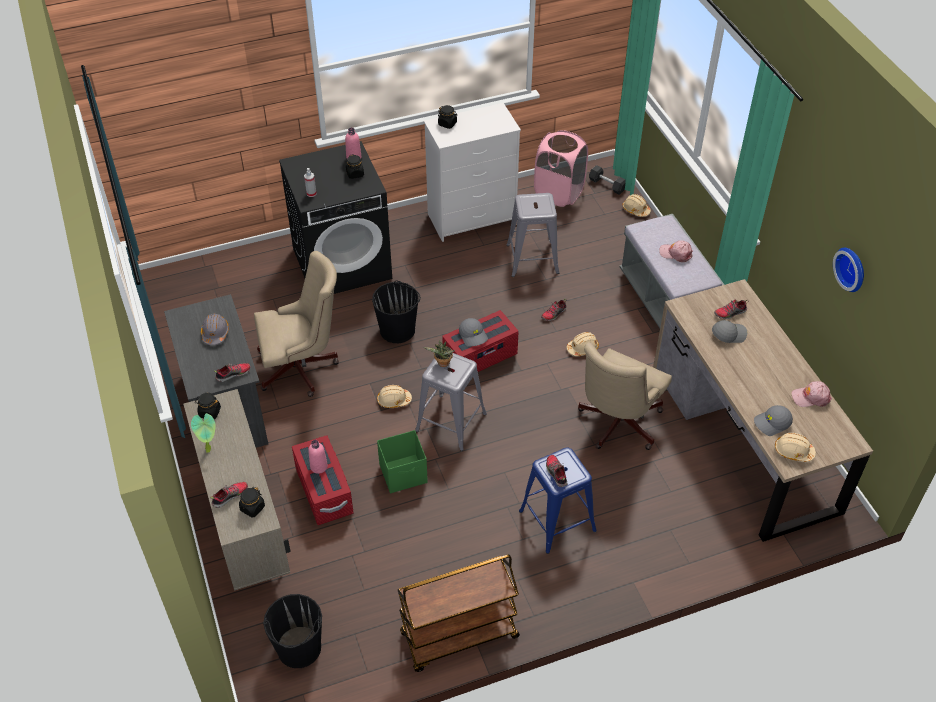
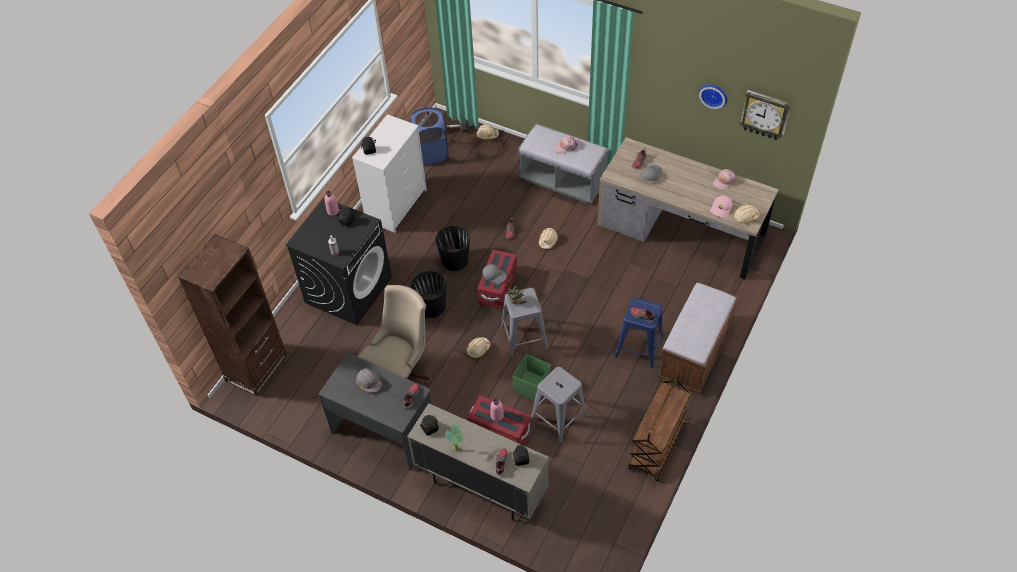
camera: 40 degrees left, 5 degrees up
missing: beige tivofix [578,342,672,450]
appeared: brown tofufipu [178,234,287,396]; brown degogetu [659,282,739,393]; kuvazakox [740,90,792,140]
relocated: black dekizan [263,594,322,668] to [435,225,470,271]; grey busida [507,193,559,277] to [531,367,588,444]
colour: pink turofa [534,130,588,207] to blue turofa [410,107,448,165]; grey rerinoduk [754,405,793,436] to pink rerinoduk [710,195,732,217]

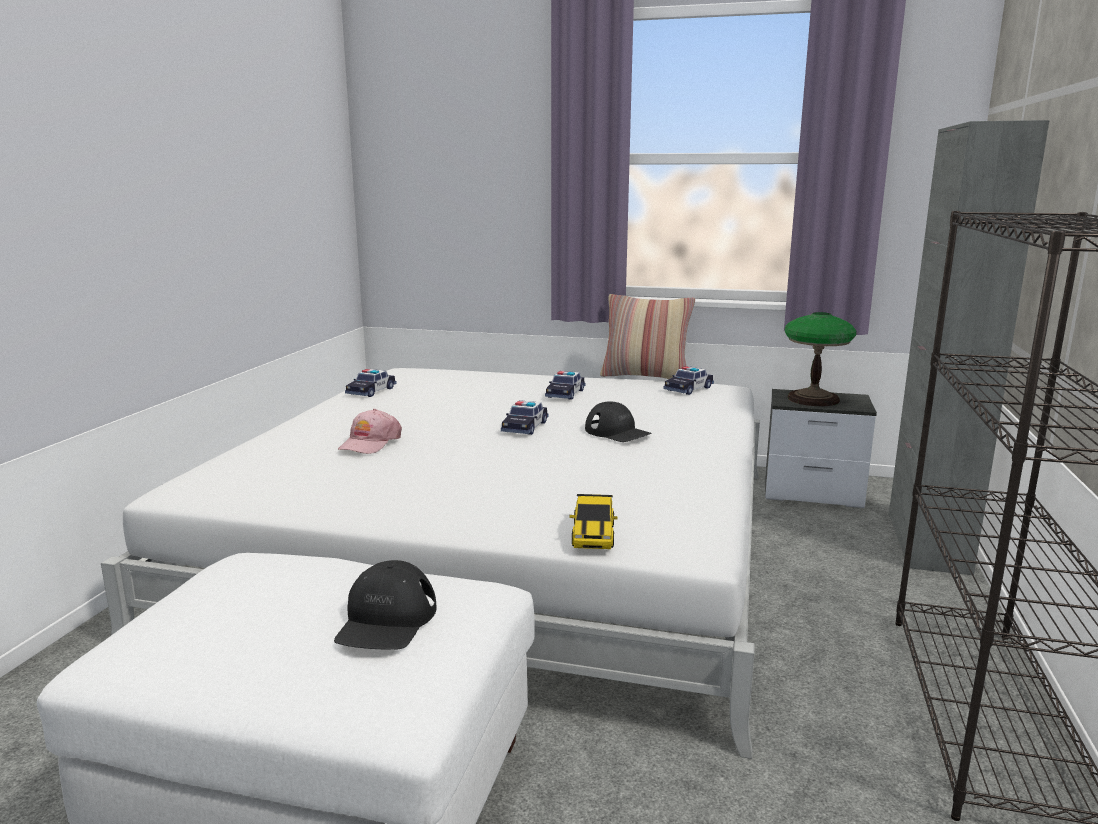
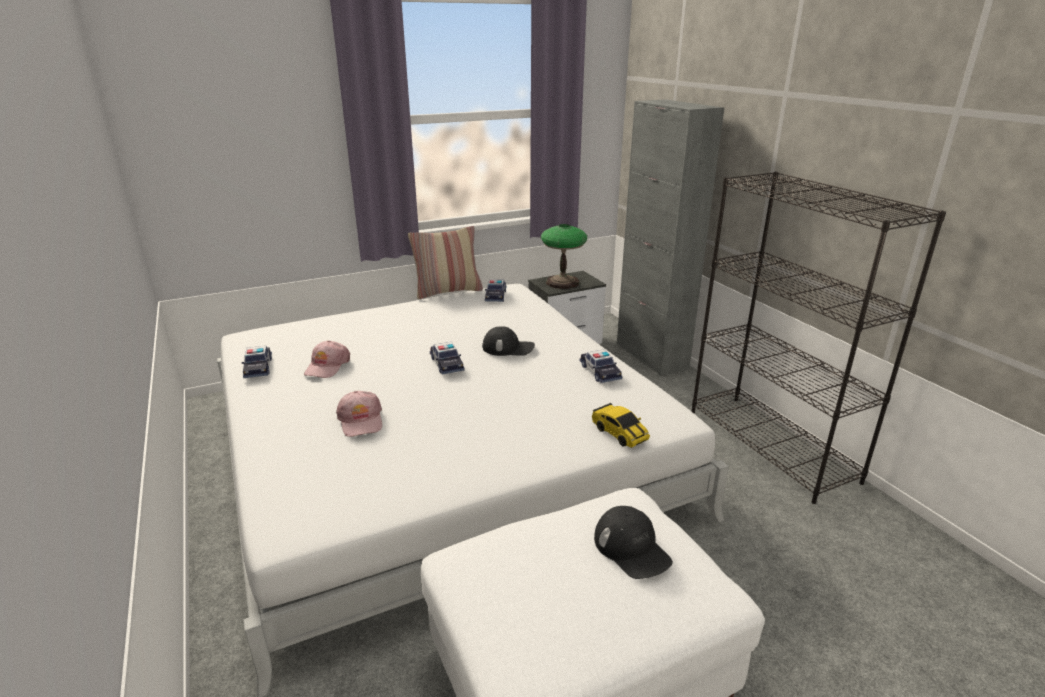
camera: 40 degrees left, 10 degrees up
appeared: pink rerinoduk [304,341,350,378]
relocated: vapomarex [545,371,586,400] to [580,349,622,383]

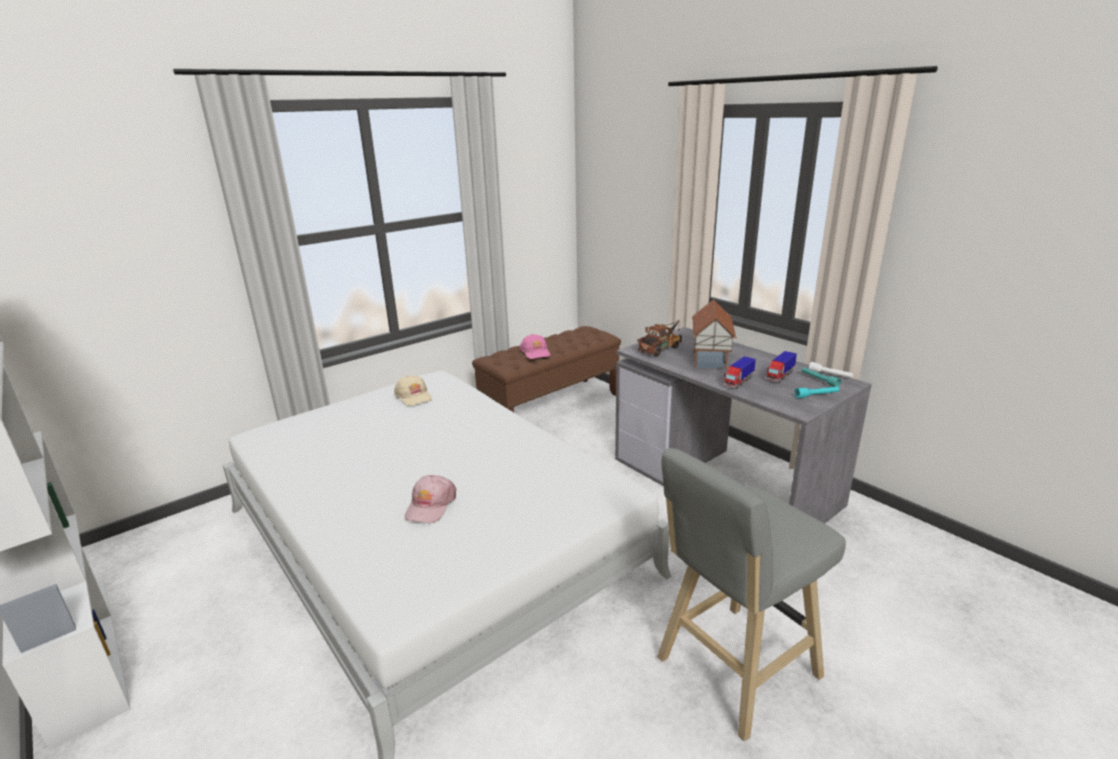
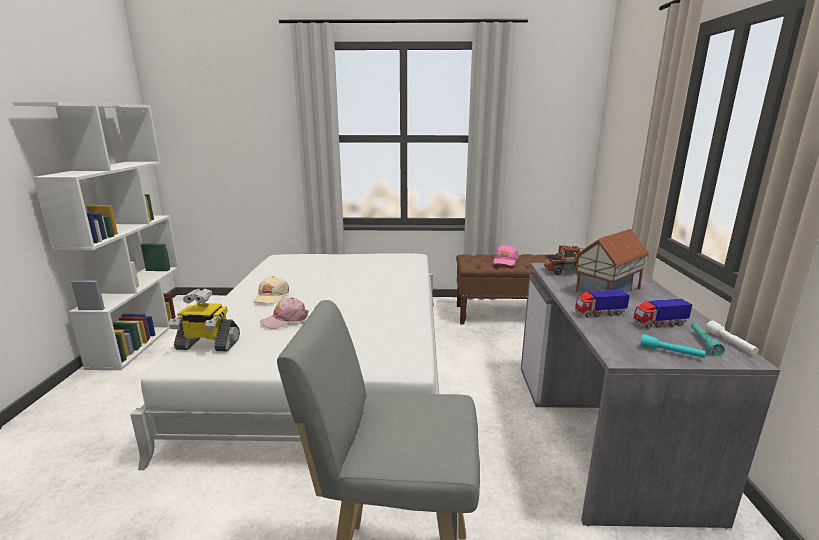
camera: 40 degrees right, 5 degrees down
appeared: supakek [169,289,240,351]
relocated: beige rerinoduk [394,375,432,406] to [253,276,289,304]

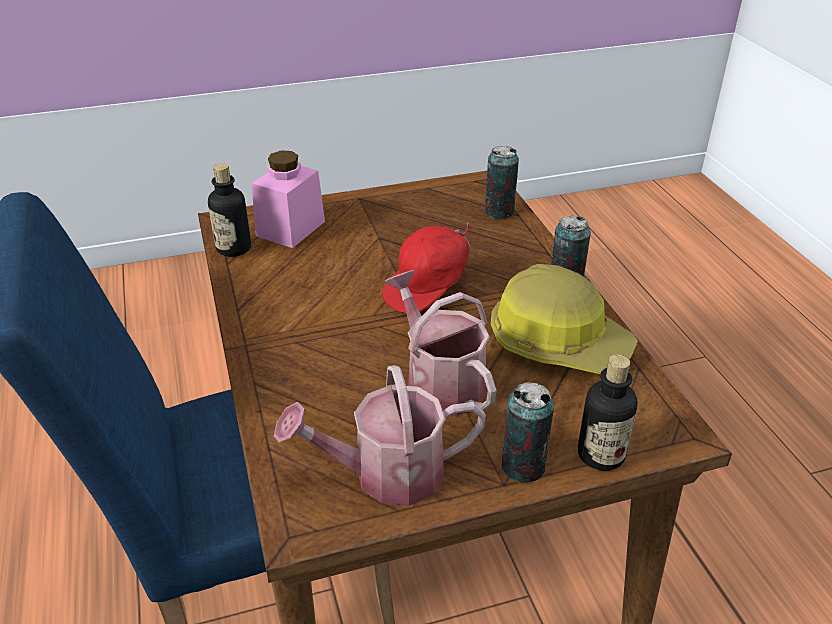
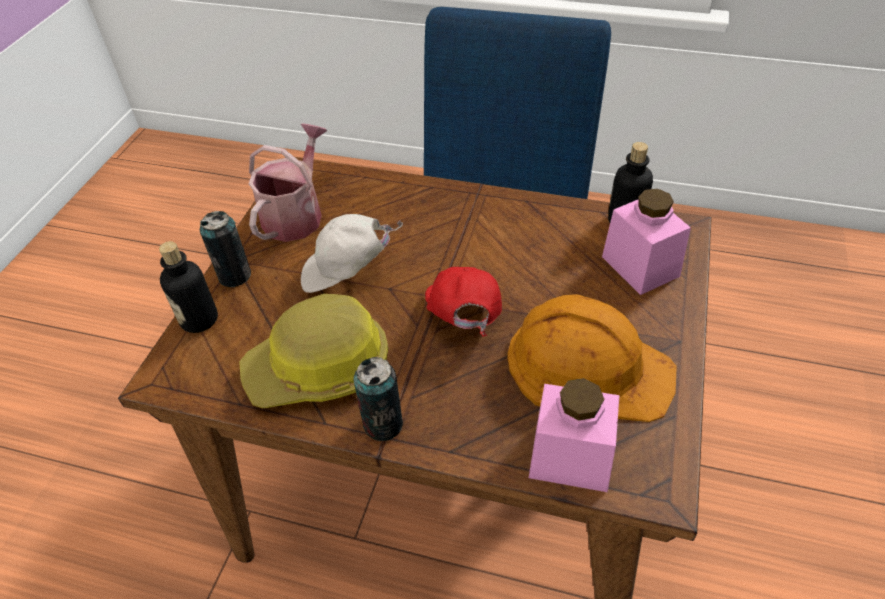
camera: 125 degrees right, 10 degrees up
appeared: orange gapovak [507,294,677,422]
exchanged: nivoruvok [384,270,496,416] to white rerinoduk [301,214,403,293]; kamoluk [485,146,519,219] to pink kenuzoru [529,378,619,492]

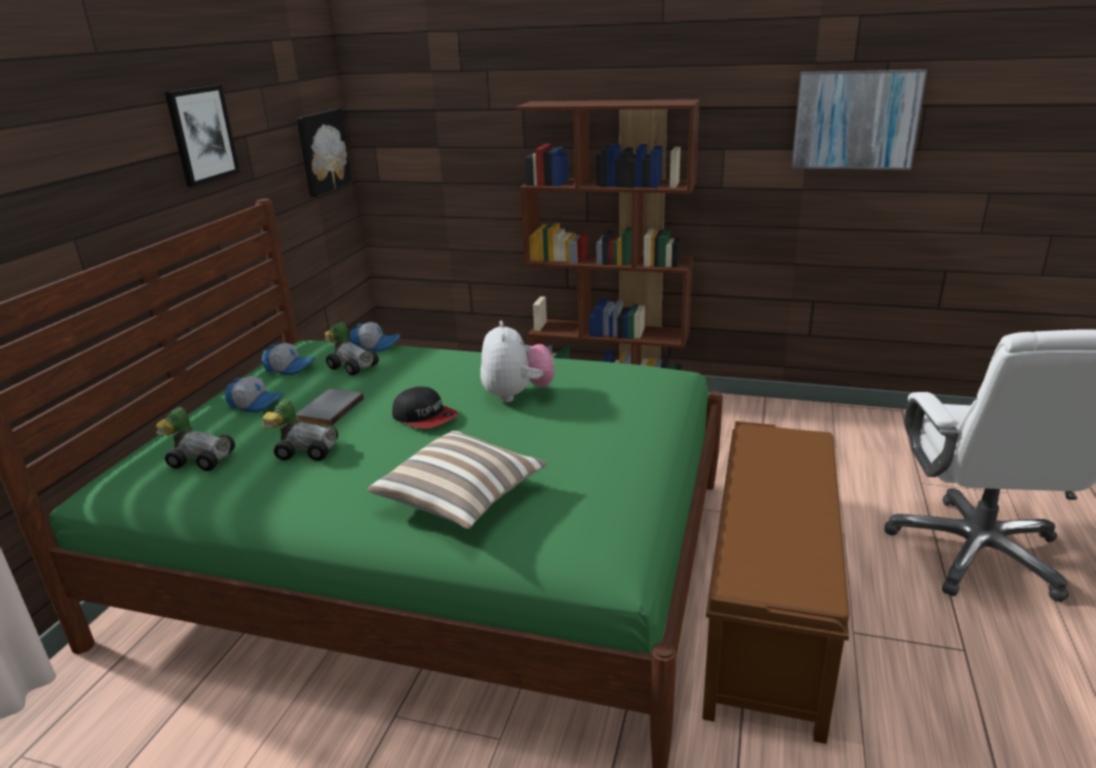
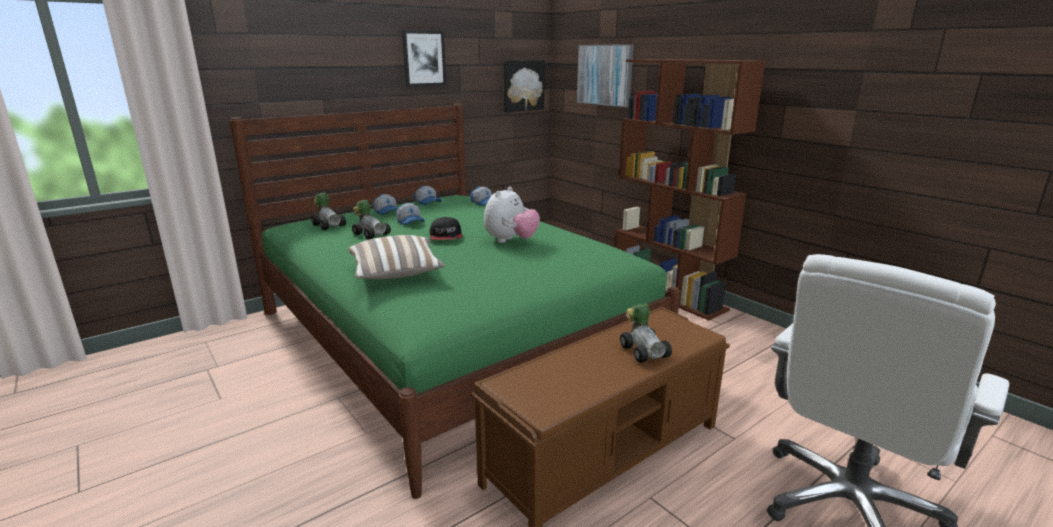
camera: 35 degrees right, 5 degrees down
relocated: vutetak [791,69,927,170] to [577,44,634,107]; vapomarex [325,322,379,376] to [620,304,672,363]
exchanged: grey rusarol [296,389,364,426] to rerinoduk [396,203,425,225]

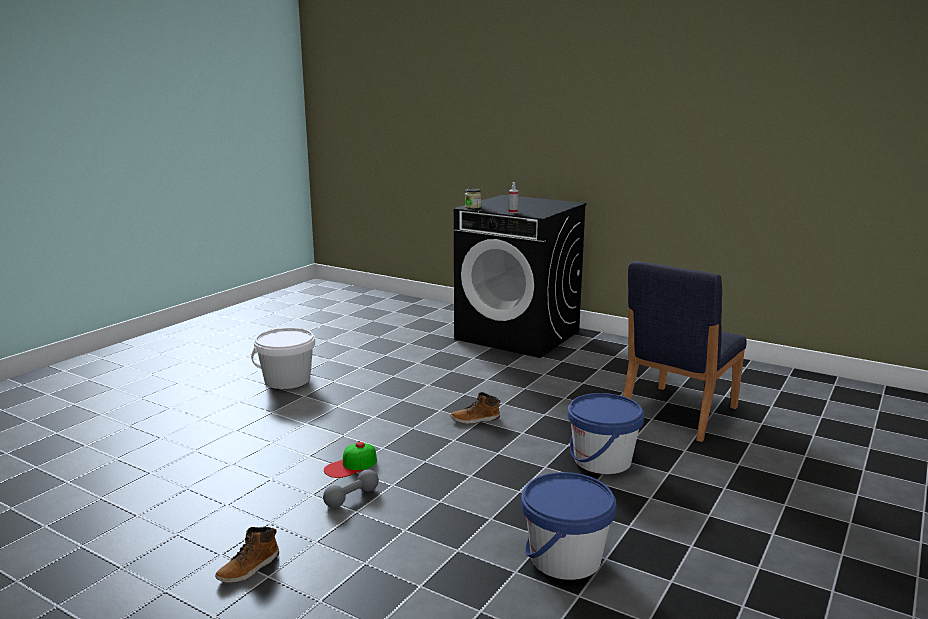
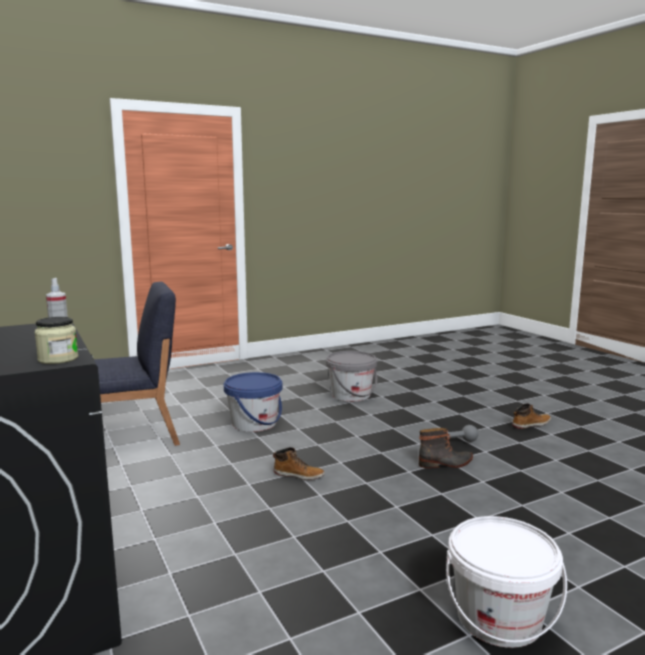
camera: 150 degrees left, 5 degrees down
exchanged: rerinoduk [324,442,377,478] to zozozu [419,428,473,468]
colour: blue dekizan [521,472,616,580] to grey dekizan [326,351,377,402]

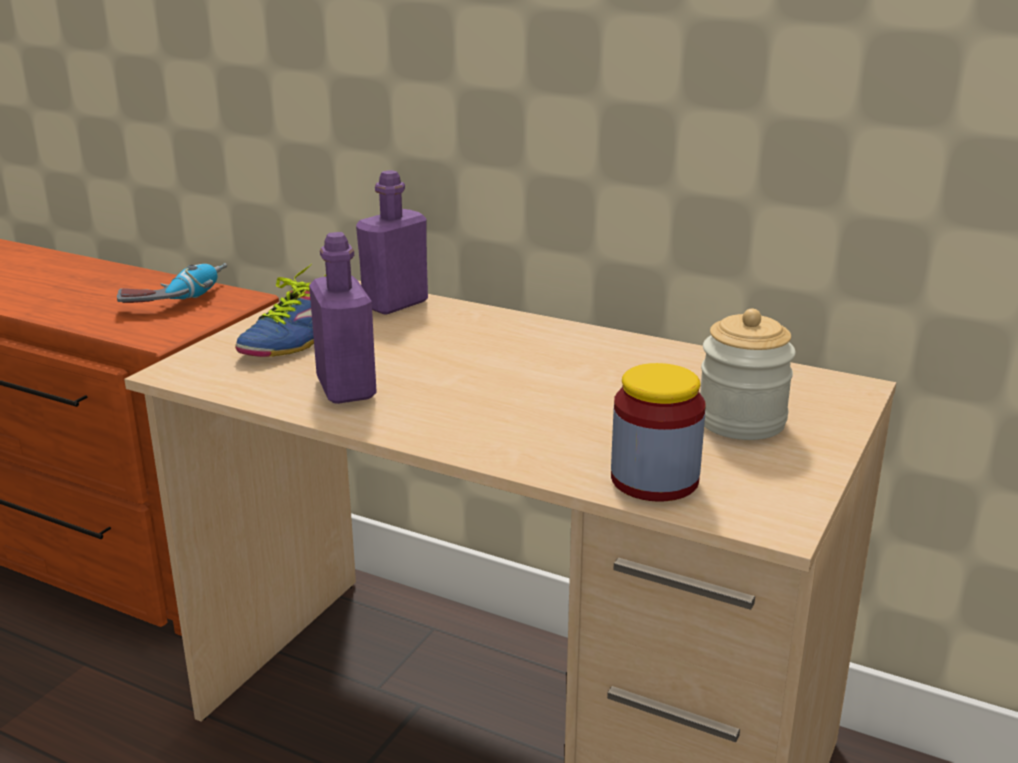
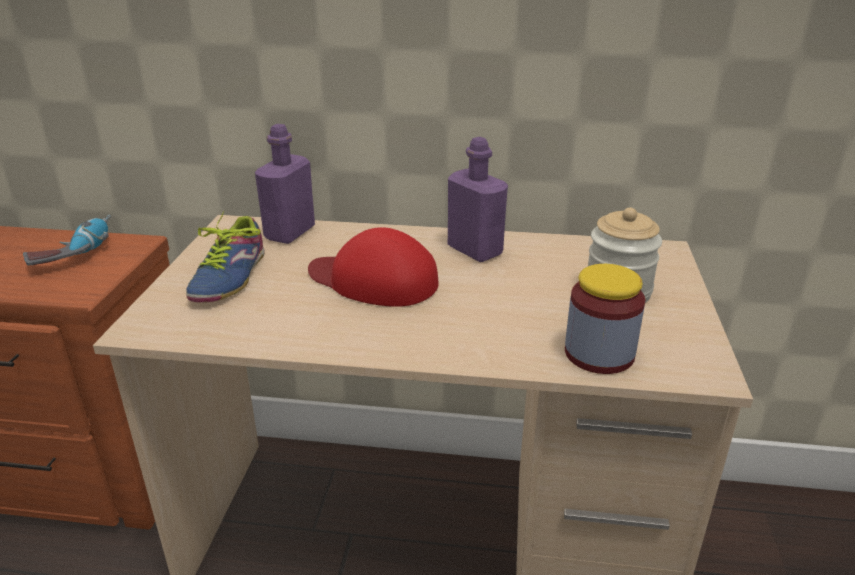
camera: 20 degrees left, 5 degrees up
appeared: red rerinoduk [308,227,439,307]
relocated: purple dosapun [309,232,377,404] to [448,137,508,262]

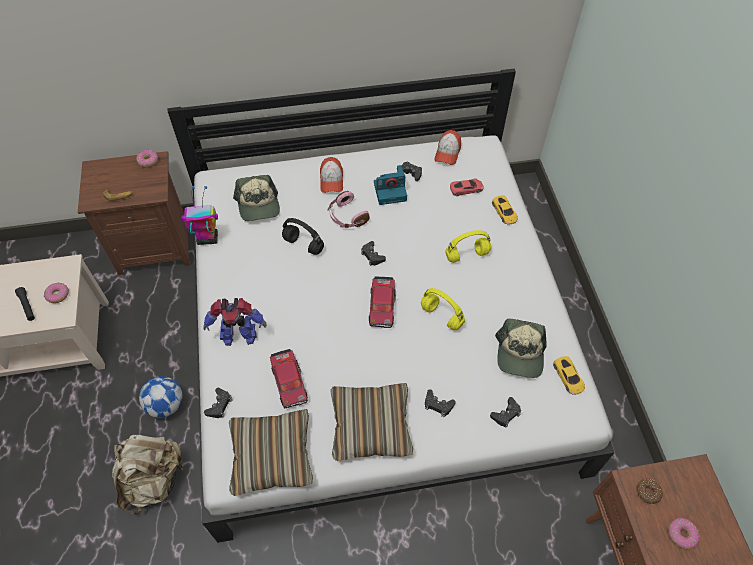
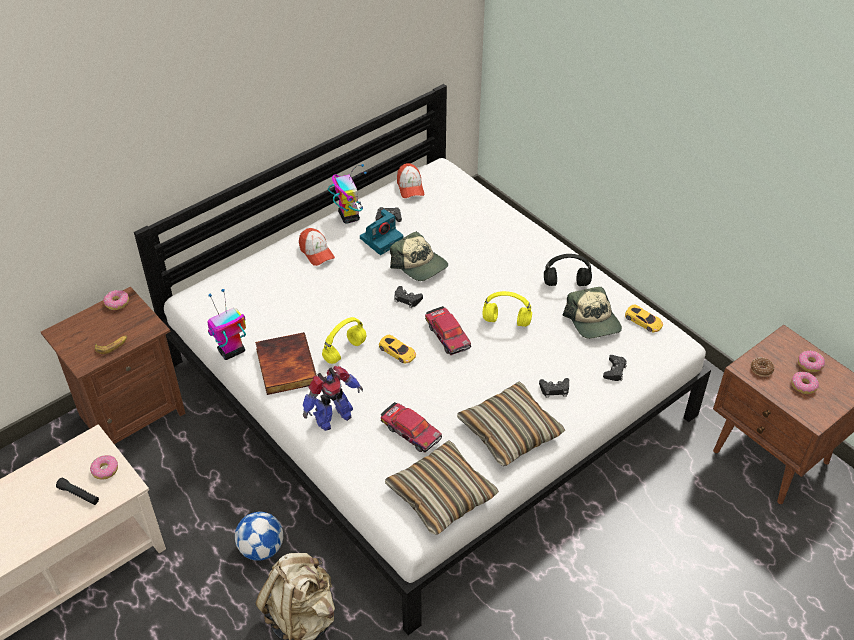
camera: 30 degrees left, 10 degrees down
missing: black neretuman [204,388,233,418]; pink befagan [328,191,370,228]; red vapomarex [450,178,484,196]
appeared: rusarol [255,332,317,395]; supakek [328,164,367,224]; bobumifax [798,351,825,372]
relocated: yellow befagan [445,230,491,263] to [322,317,366,364]; yellow vapomarex [492,195,518,225] to [379,334,416,364]; rerinoduk [233,175,280,221] to [390,231,448,281]; black befagan [282,218,324,255] to [544,254,592,286]

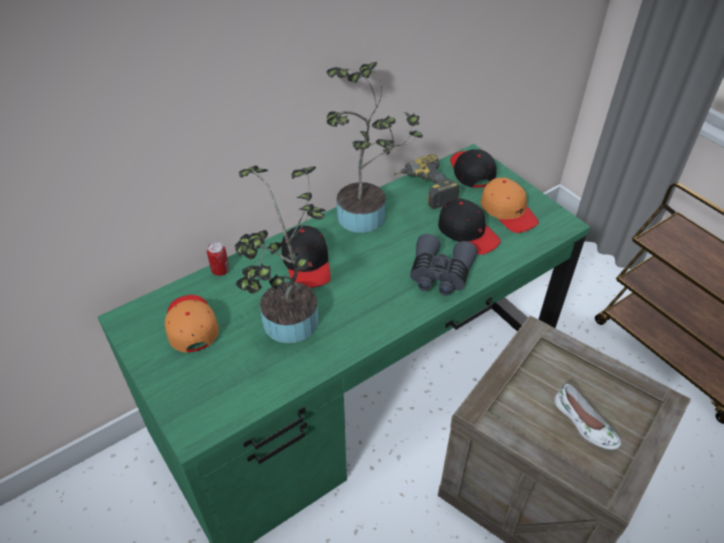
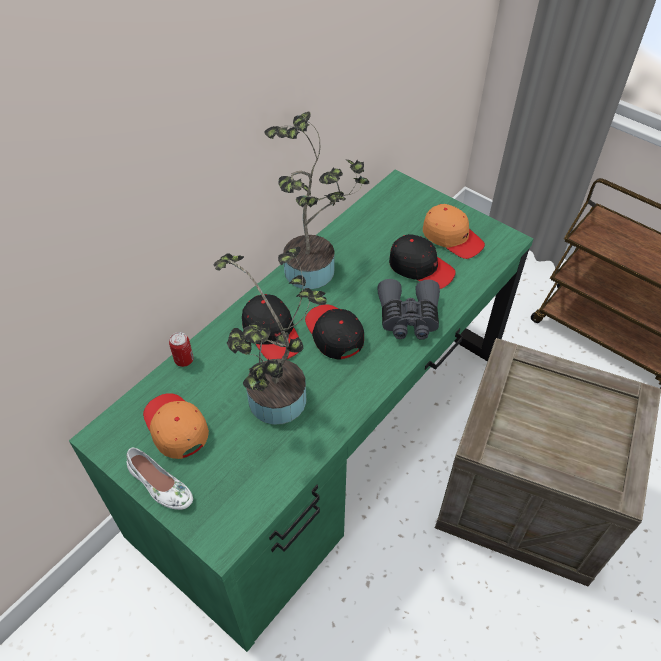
camera: 15 degrees left, 5 degrees up
missing: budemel [394,154,460,209]
relocated: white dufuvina [554,384,621,450] to [126,448,193,510]; black rerinoduk [450,149,497,188] to [305,304,364,359]

